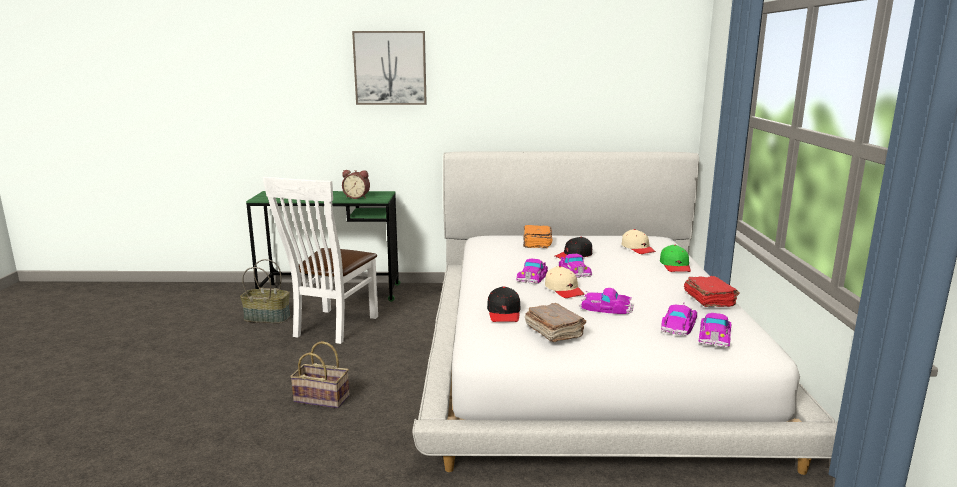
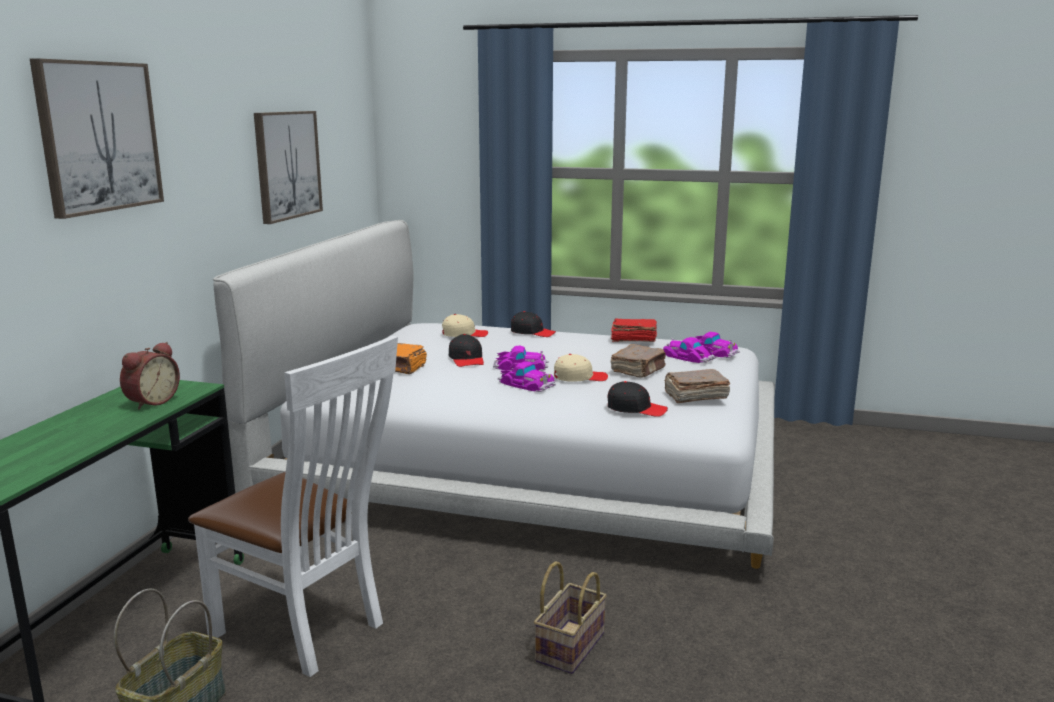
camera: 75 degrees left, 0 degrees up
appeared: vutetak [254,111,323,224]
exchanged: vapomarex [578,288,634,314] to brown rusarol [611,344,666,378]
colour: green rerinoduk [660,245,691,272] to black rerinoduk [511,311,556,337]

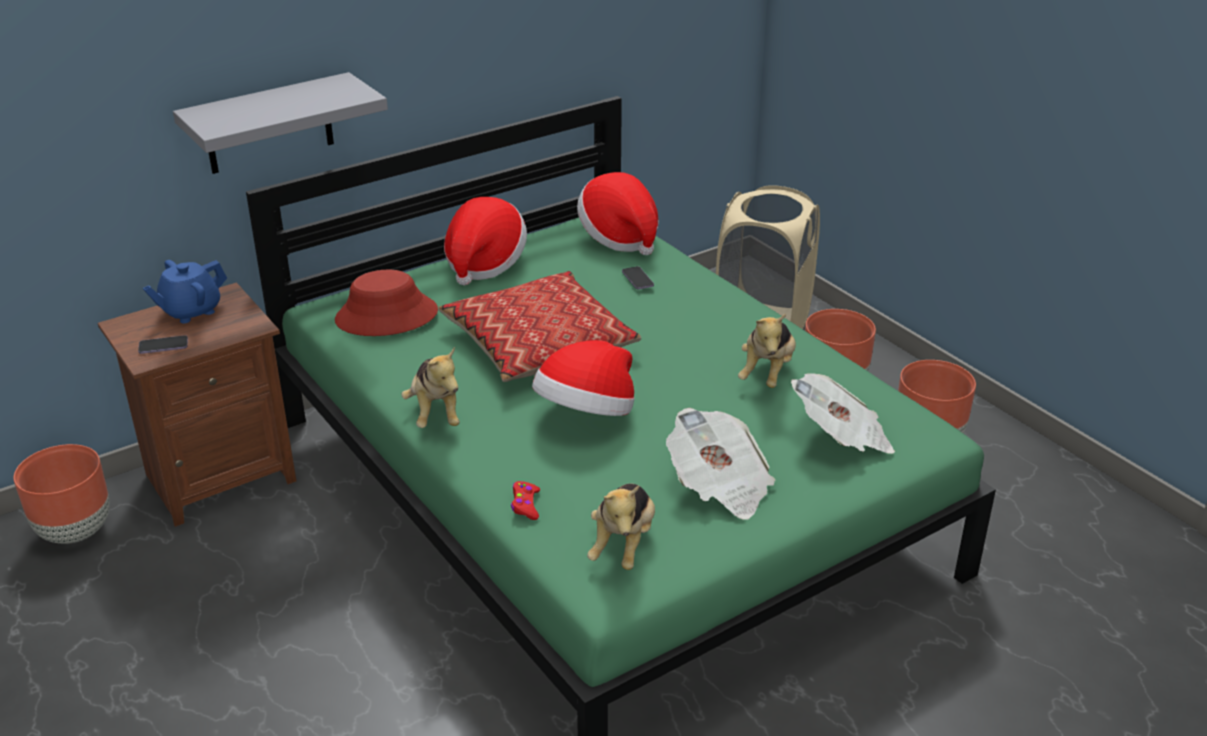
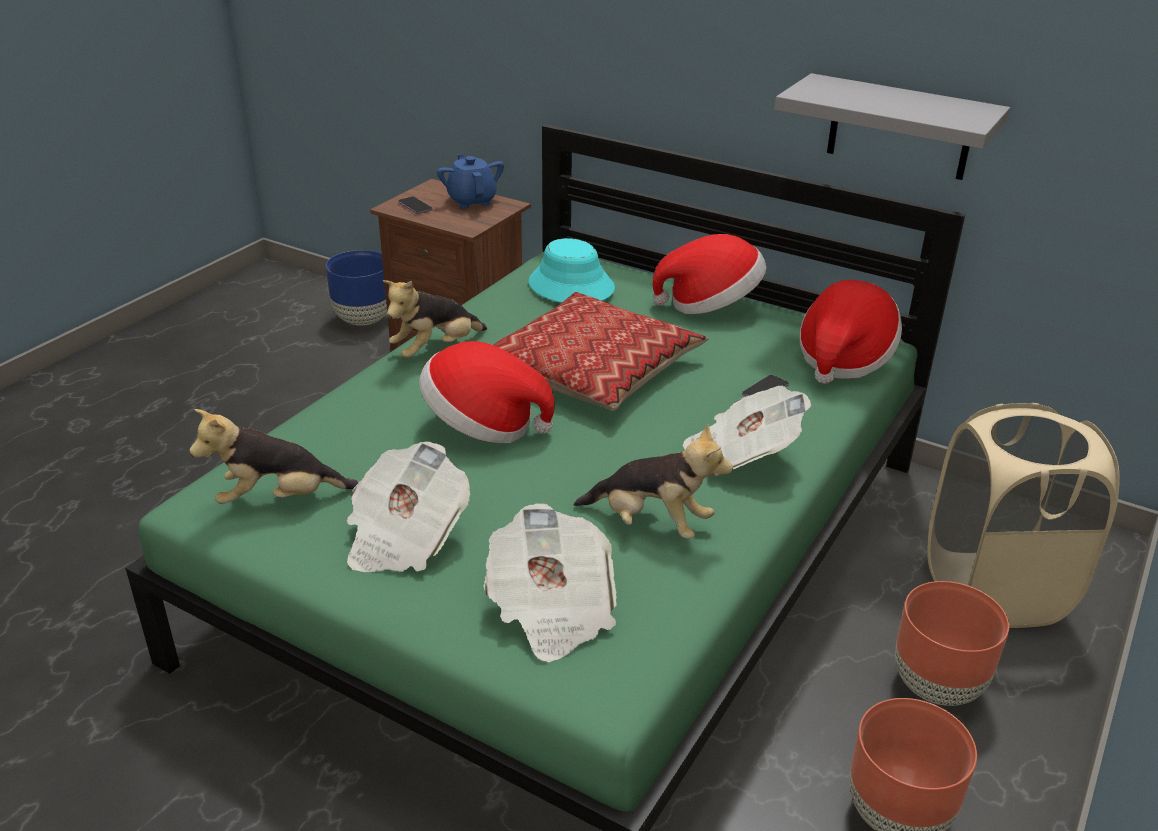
camera: 65 degrees right, 0 degrees up
missing: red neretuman [511,481,540,520]
appeared: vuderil [683,386,811,469]
relocated: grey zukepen [173,72,388,174] to [774,73,1010,180]
colour: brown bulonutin [13,444,109,544] to blue bulonutin [326,250,387,325]; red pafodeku [335,270,438,336] to turquoise pafodeku [529,238,615,303]
spun: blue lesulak [143,260,227,323] = [437,154,504,209] 45 degrees clockwise; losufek [738,313,796,388] = [573,423,733,539] 150 degrees counterclockwise

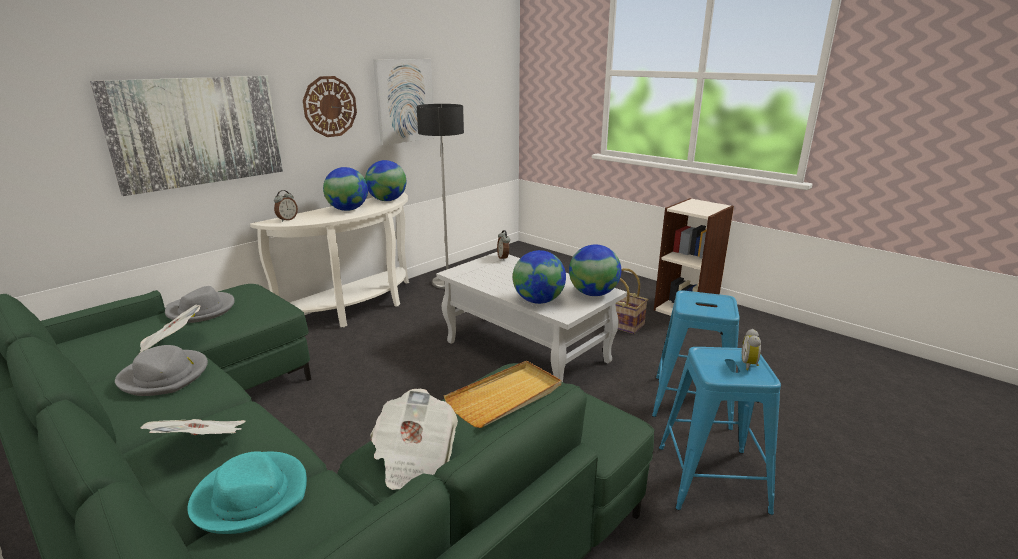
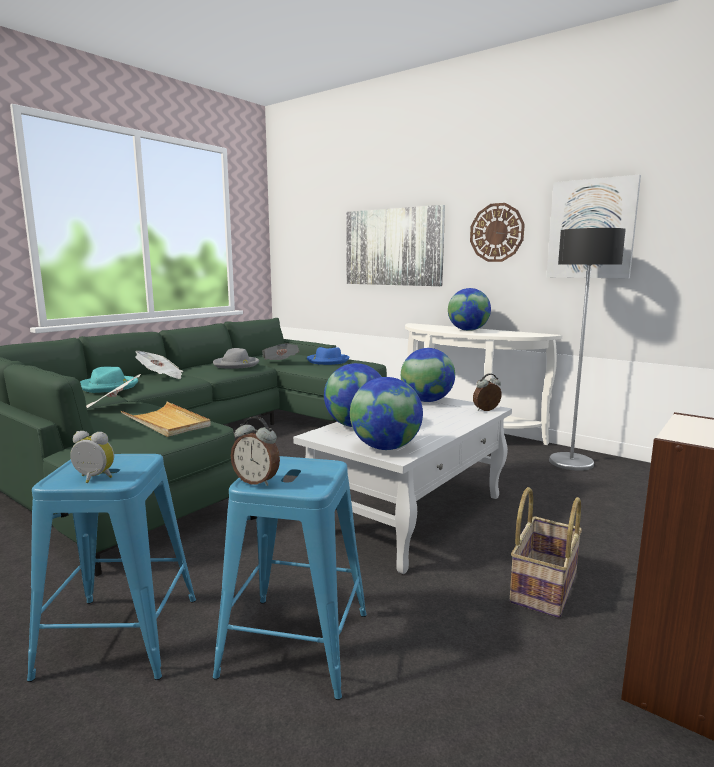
camera: 85 degrees right, 10 degrees down
relocated: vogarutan [274,190,298,222] to [231,417,280,486]; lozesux [365,160,406,201] to [401,348,455,402]
colour: grey pafodeku [165,286,235,323] to blue pafodeku [307,347,349,365]

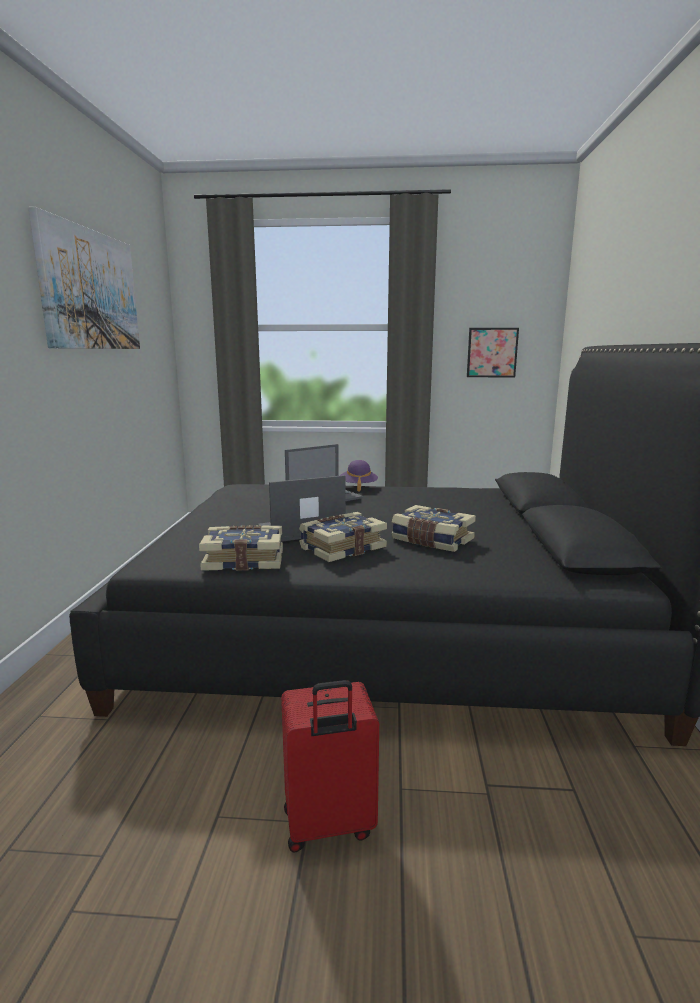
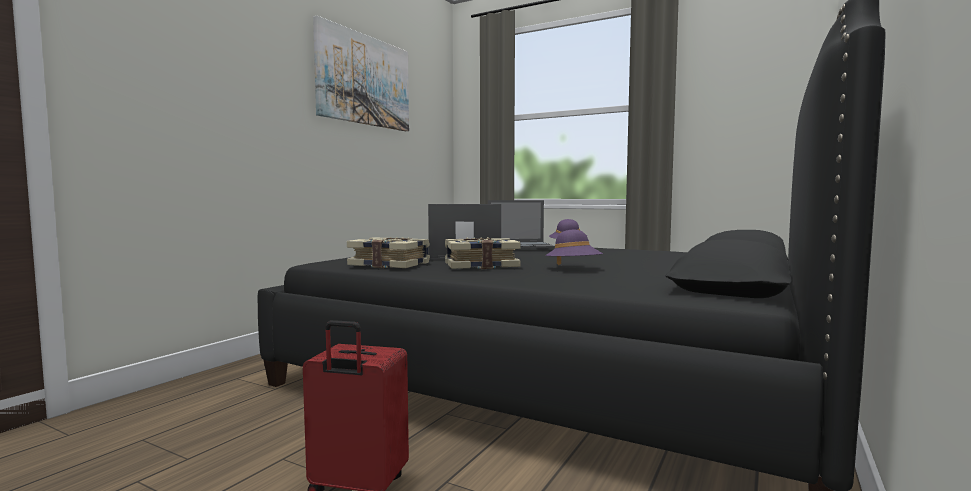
camera: 25 degrees right, 10 degrees down
missing: vutetak [467,328,519,377]
exchanged: rusarol [391,505,476,552] to purple pafodeku [545,230,603,265]

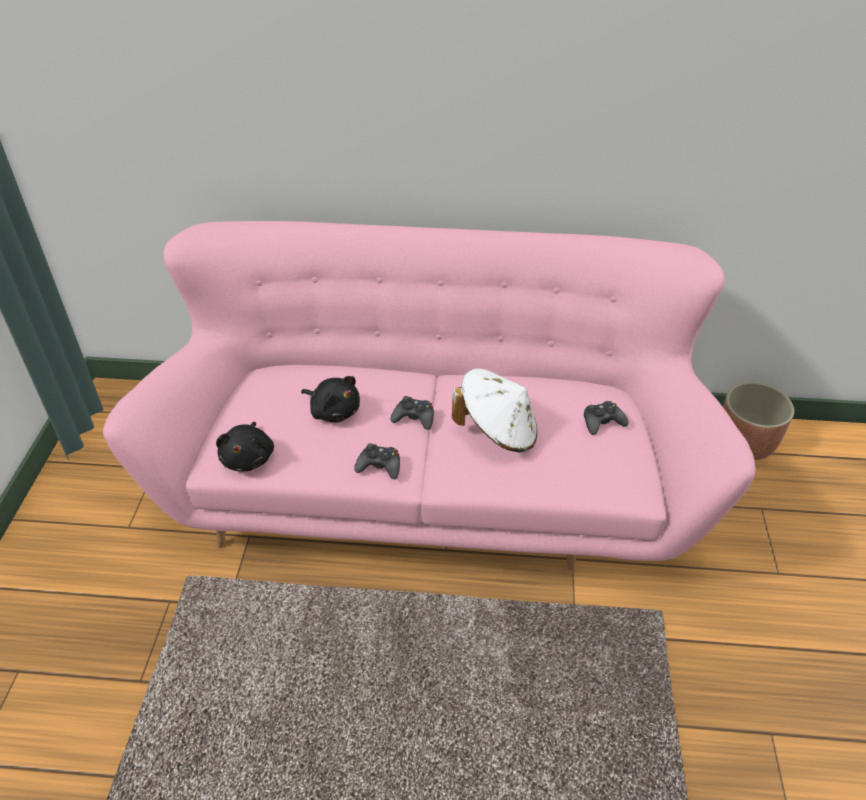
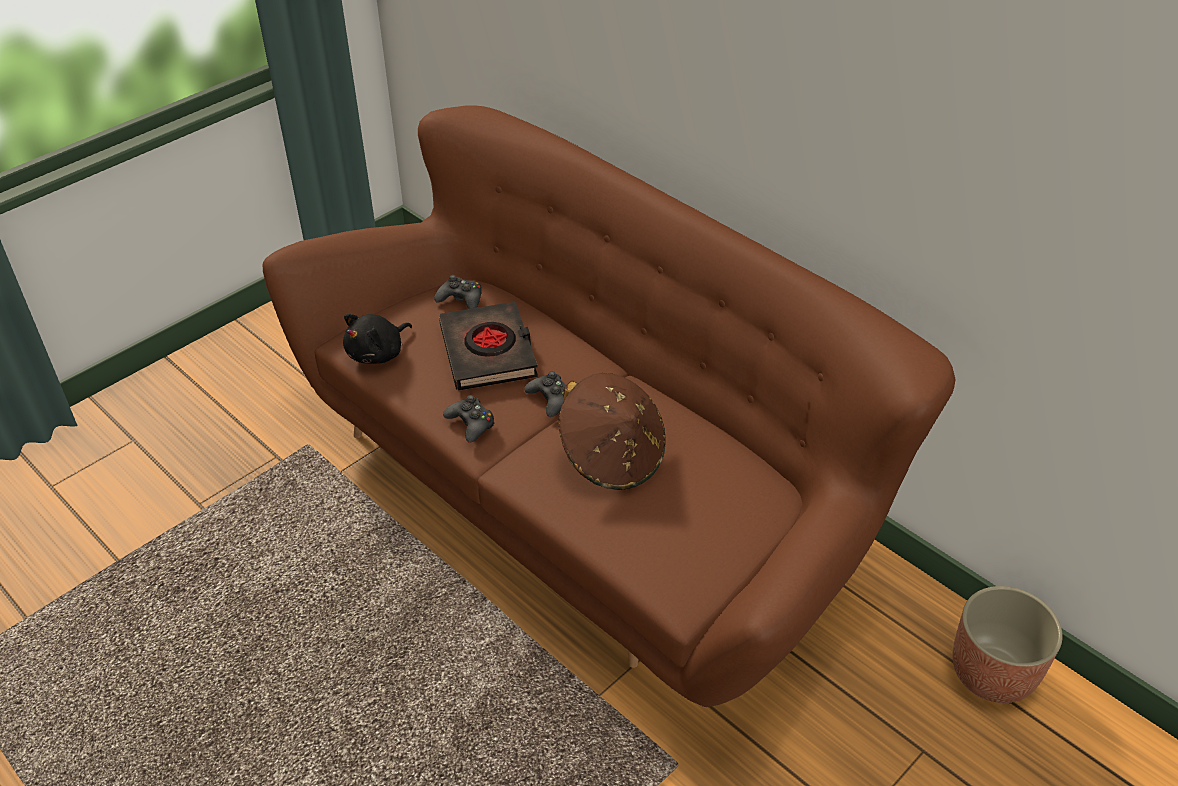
camera: 40 degrees right, 0 degrees up
relocated: black neretuman [584,401,629,435] to [434,275,482,309]
exchanged: black losufek [301,376,360,422] to black rusarol [439,302,538,391]
colour: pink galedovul [103,221,756,574] to brown galedovul [263,106,956,707]; white pafodeku [452,368,537,452] to brown pafodeku [559,373,666,490]

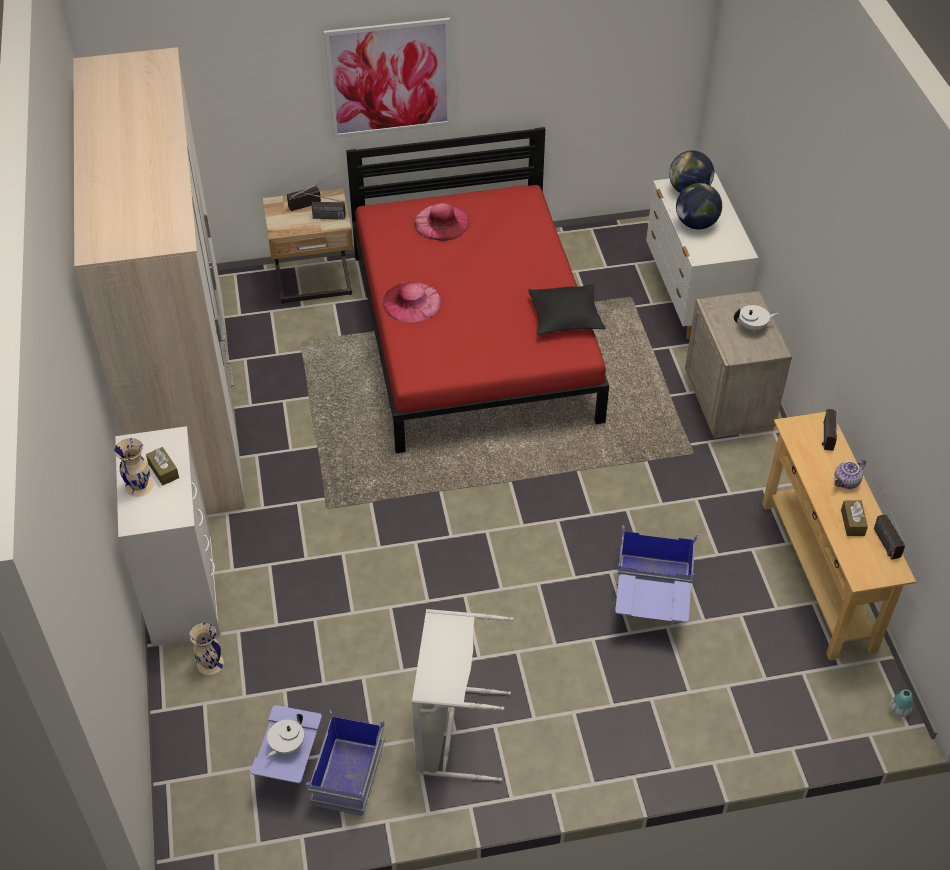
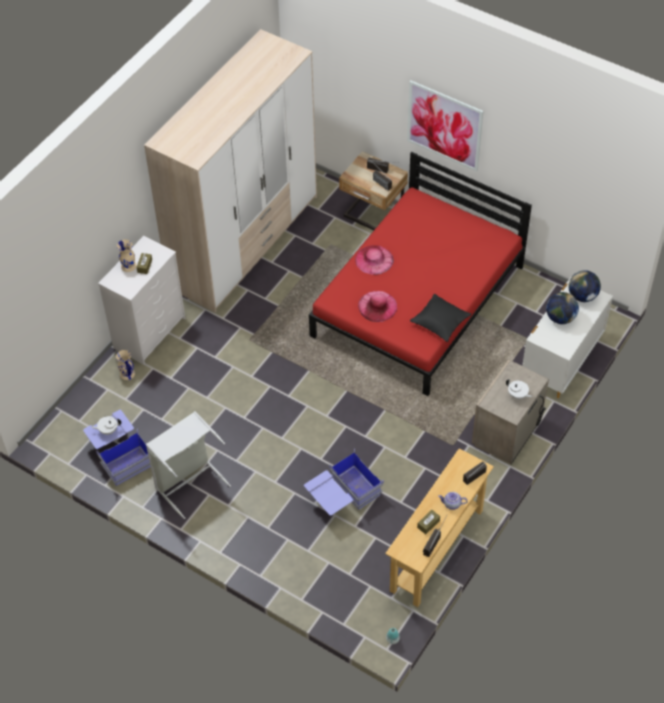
camera: 45 degrees right, 5 degrees up
relocated: pink pafodeku [414,203,470,241] to [358,291,397,322]

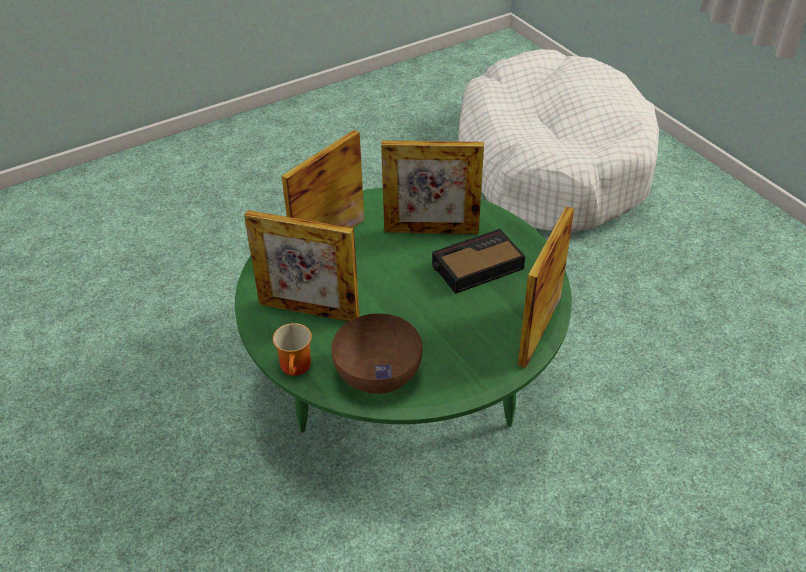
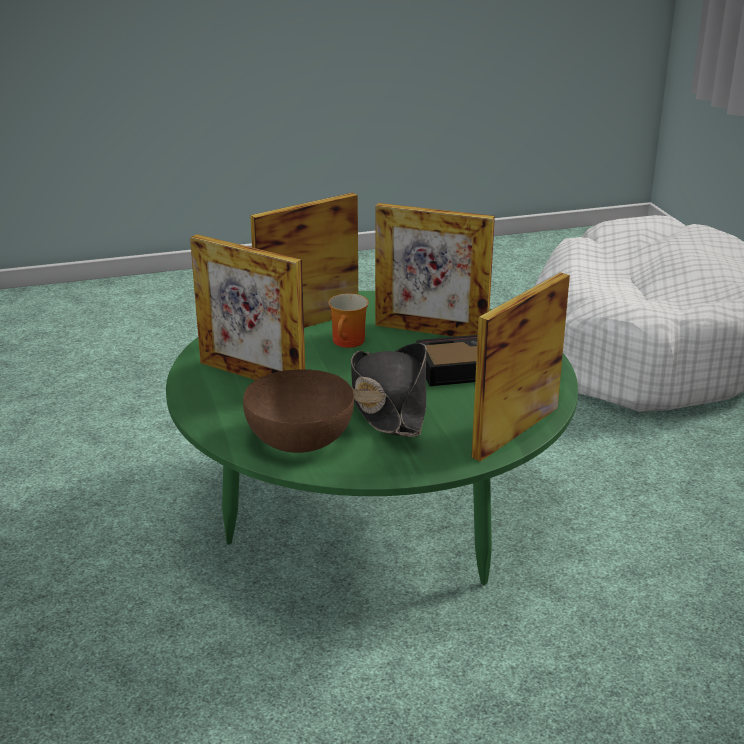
camera: 15 degrees right, 15 degrees down
appeared: black pafodeku [351,343,427,437]
relocated: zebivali [273,323,312,376] to [328,293,369,348]

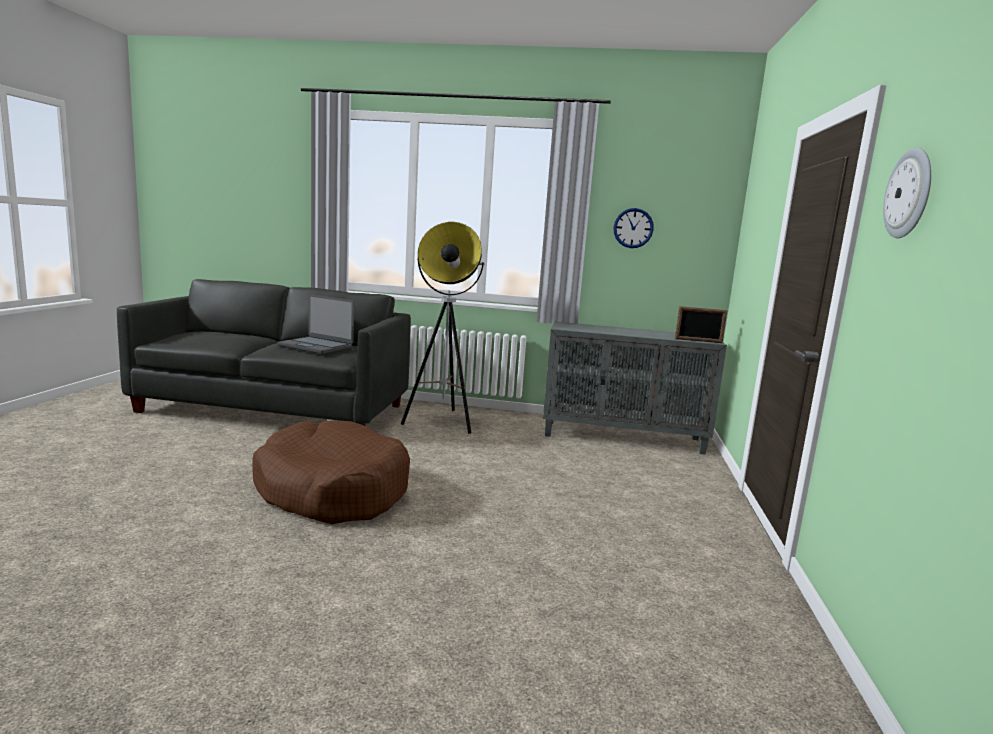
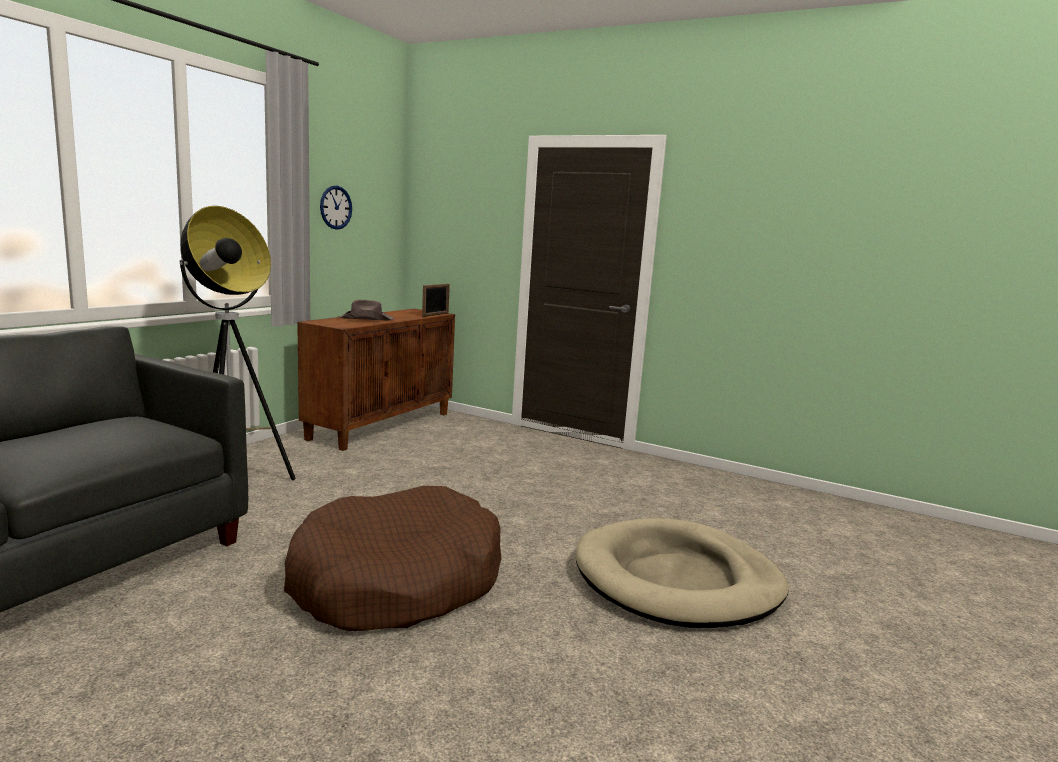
camera: 70 degrees left, 0 degrees up
missing: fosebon [278,294,354,354]; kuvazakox [883,148,931,238]
appeared: brown pafodeku [338,300,394,321]; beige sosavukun [576,518,789,628]
colour: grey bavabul [543,321,727,455] to brown bavabul [297,309,455,451]

